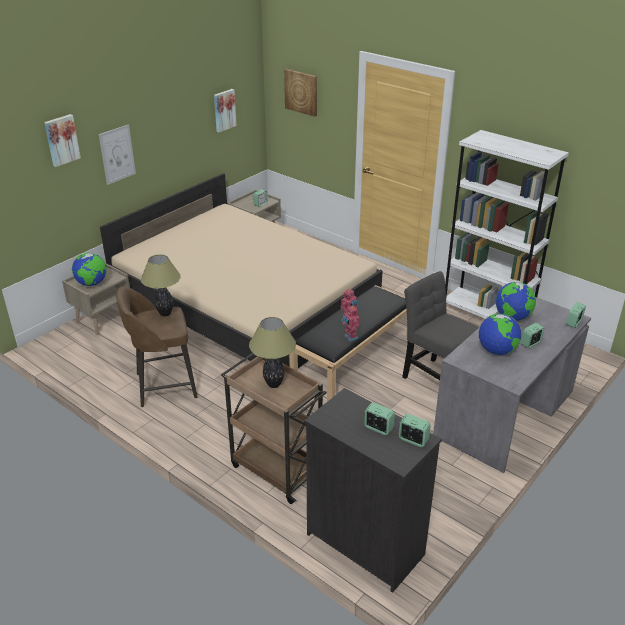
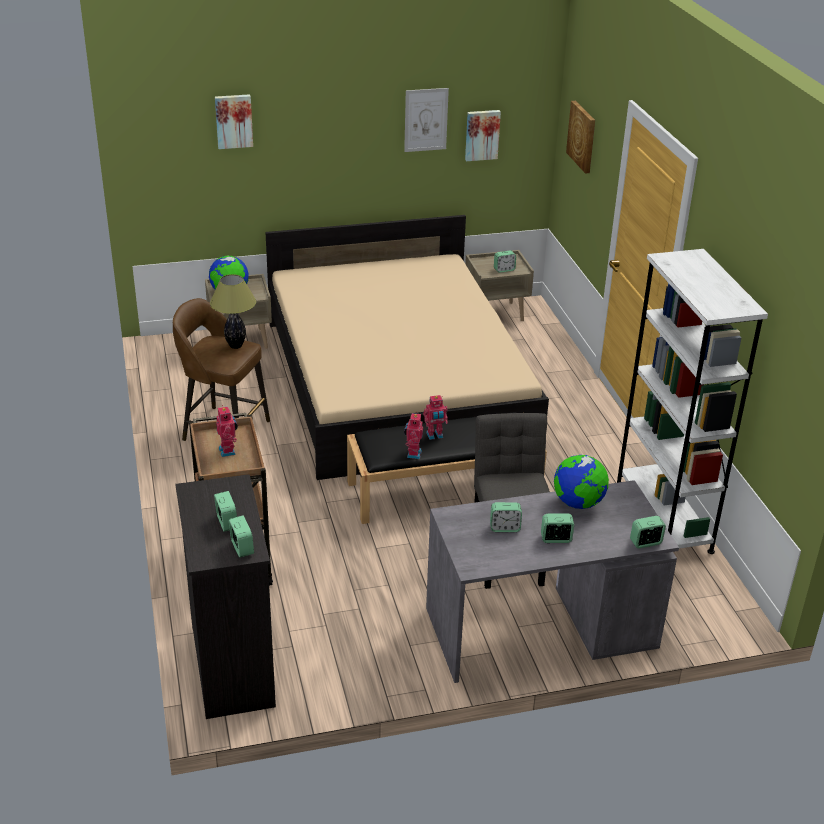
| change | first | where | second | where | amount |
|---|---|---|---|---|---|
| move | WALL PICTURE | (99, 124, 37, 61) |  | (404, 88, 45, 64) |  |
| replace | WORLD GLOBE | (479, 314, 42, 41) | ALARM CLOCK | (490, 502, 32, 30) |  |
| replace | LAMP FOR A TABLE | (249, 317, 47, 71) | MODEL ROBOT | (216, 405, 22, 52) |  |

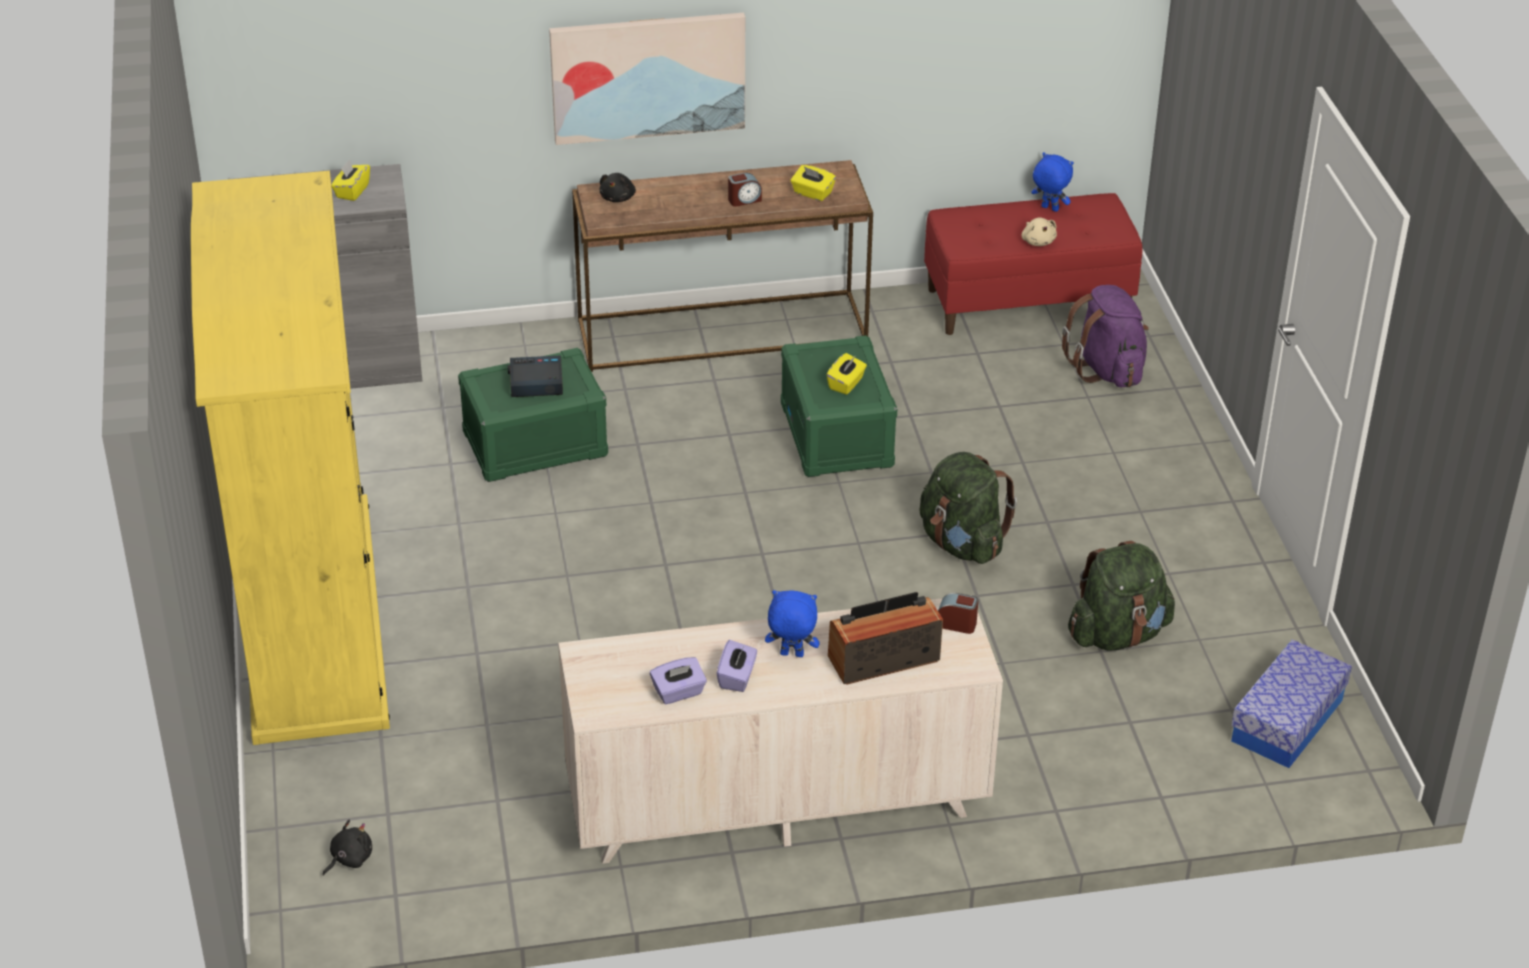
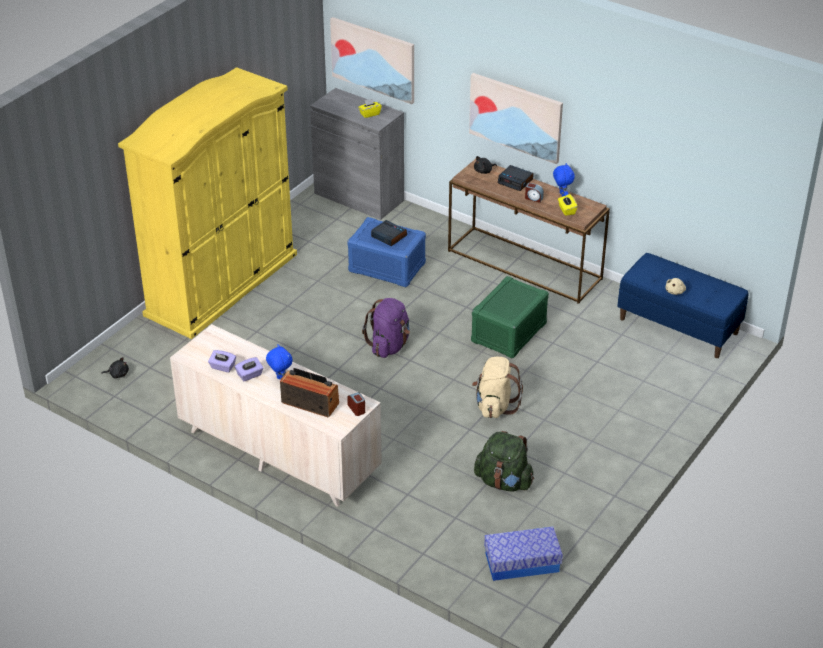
| change | first | where | second | where | amount |
|---|---|---|---|---|---|
| move | BLUE-COLOURED SOFT TOY | (1032, 152, 42, 60) |  | (553, 163, 22, 34) |  |
| recolor | RED BENCH | (924, 193, 218, 142) | BLUE-COLOURED BENCH | (617, 253, 131, 105) |  |
| move | PURPLE BACKPACK | (1062, 285, 87, 103) |  | (362, 298, 48, 60) |  |
| recolor | GREEN STORAGE BOX | (458, 348, 150, 134) | BLUE-COLOURED STORAGE BOX | (347, 217, 79, 70) |  |
| delete | YELLOWISH BOX OF TISSUES | (827, 353, 40, 42) |  |  |  |
| recolor | GREEN BACKPACK | (919, 452, 98, 112) | BEIGE BACKPACK | (472, 357, 51, 61) |  |
| insert |  |  | WALL PICTURE | (330, 17, 84, 87) |  |
| insert |  |  | ALARM CLOCK | (498, 165, 36, 26) |  |

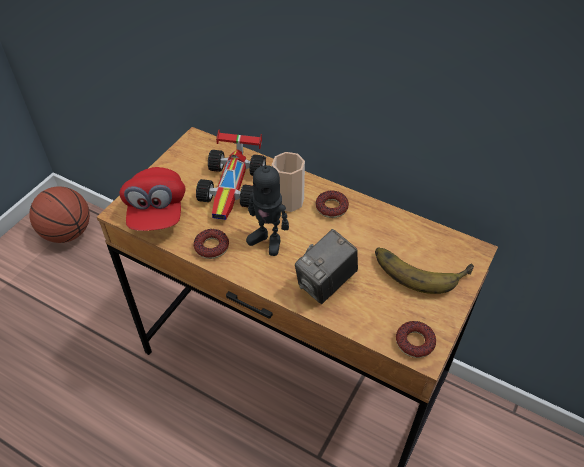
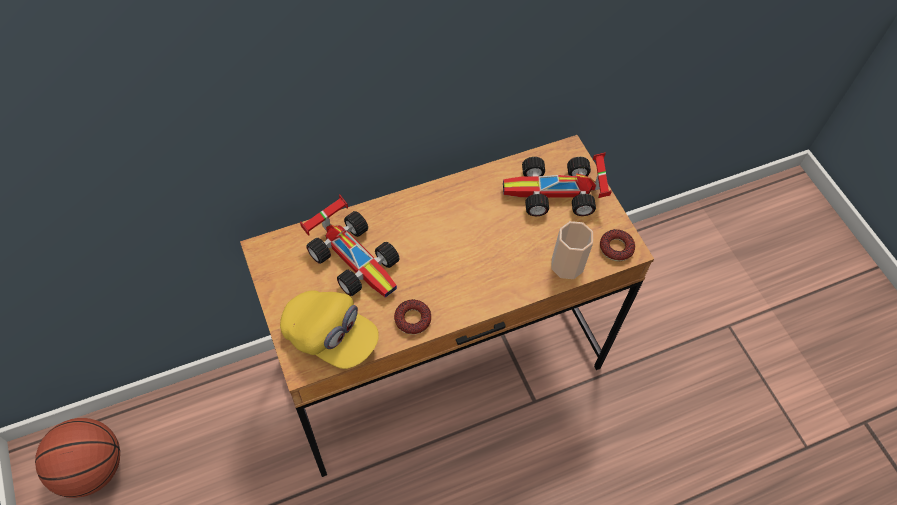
| change | first | where | second | where | amount |
|---|---|---|---|---|---|
| move | DRINKING CUP | (272, 152, 33, 60) |  | (551, 221, 42, 58) |  |
| delete | MODEL ROBOT | (246, 157, 43, 99) |  |  |  |
| recolor | RED BASEBALL CAP | (119, 167, 67, 64) | YELLOWISH BASEBALL CAP | (280, 290, 99, 79) |  |
| delete | DOUGHNUT | (315, 190, 34, 28) |  |  |  |
| delete | PHOTO CAMERA | (295, 229, 63, 75) |  |  |  |
| replace | BANANA FRUIT | (375, 247, 99, 47) | MODEL CAR | (503, 152, 109, 64) |  |

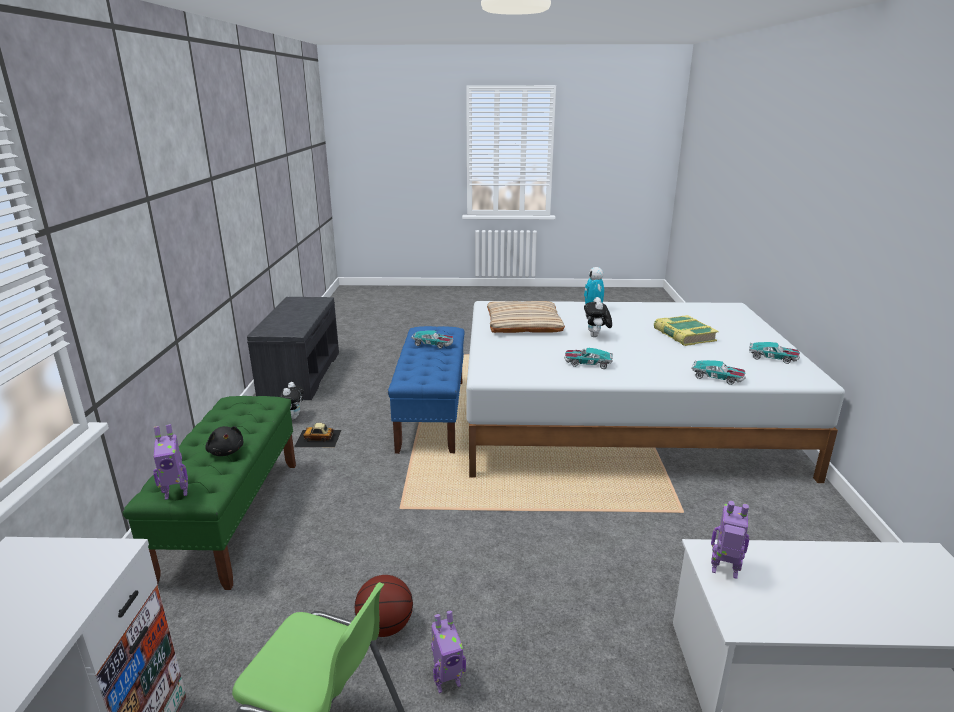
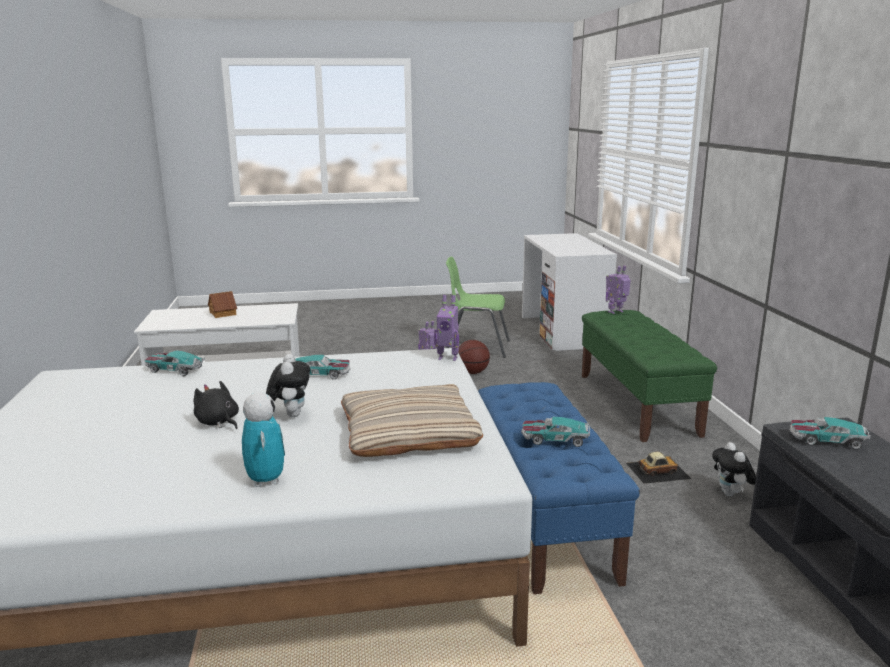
| change | first | where | second | where | amount |
|---|---|---|---|---|---|
| delete | BOOK | (654, 315, 64, 31) |  |  |  |
| move | MODEL CAR | (749, 342, 51, 22) |  | (789, 417, 82, 33) |  |
| move | BLACK-COLOURED SOFT TOY | (205, 426, 38, 30) |  | (194, 381, 45, 48) |  |
| move | MODEL ROBOT | (711, 501, 38, 78) |  | (434, 295, 25, 66) |  |
| insert |  |  | TOY HOUSE | (208, 291, 29, 27) |  |

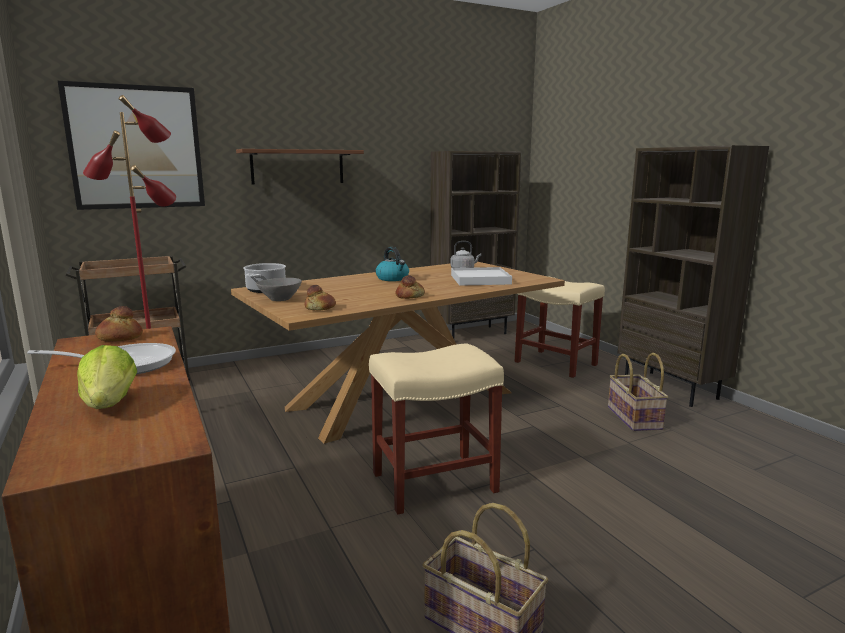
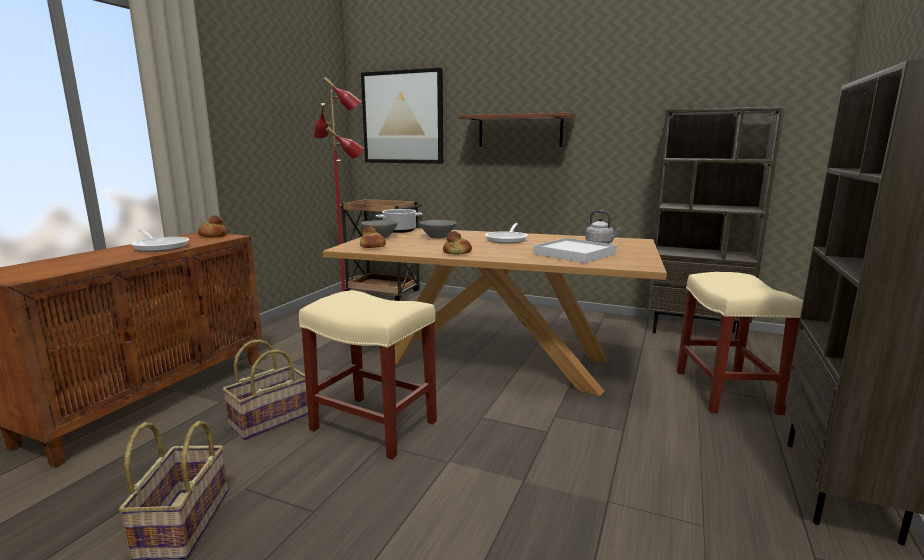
| change | first | where | second | where | amount |
|---|---|---|---|---|---|
| replace | WATER KETTLE | (376, 247, 33, 34) | SKILLET | (485, 223, 43, 21) |  |
| delete | HEAD OF LETTUCE | (77, 345, 60, 64) |  |  |  |
| move | HOUSEHOLD BASKET | (608, 353, 60, 78) |  | (222, 339, 86, 101) |  |
| insert |  |  | GRAY DEEP DISH | (419, 220, 38, 18) |  |

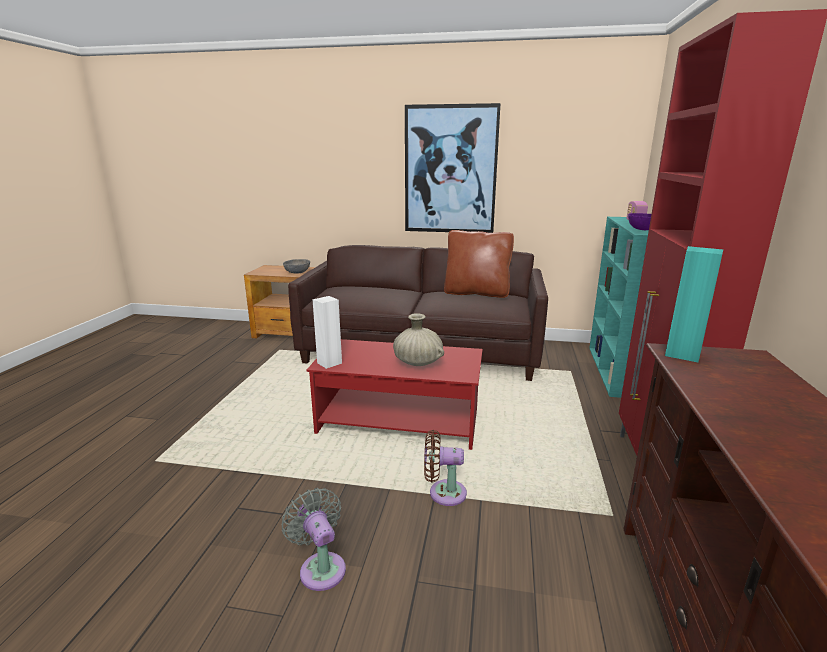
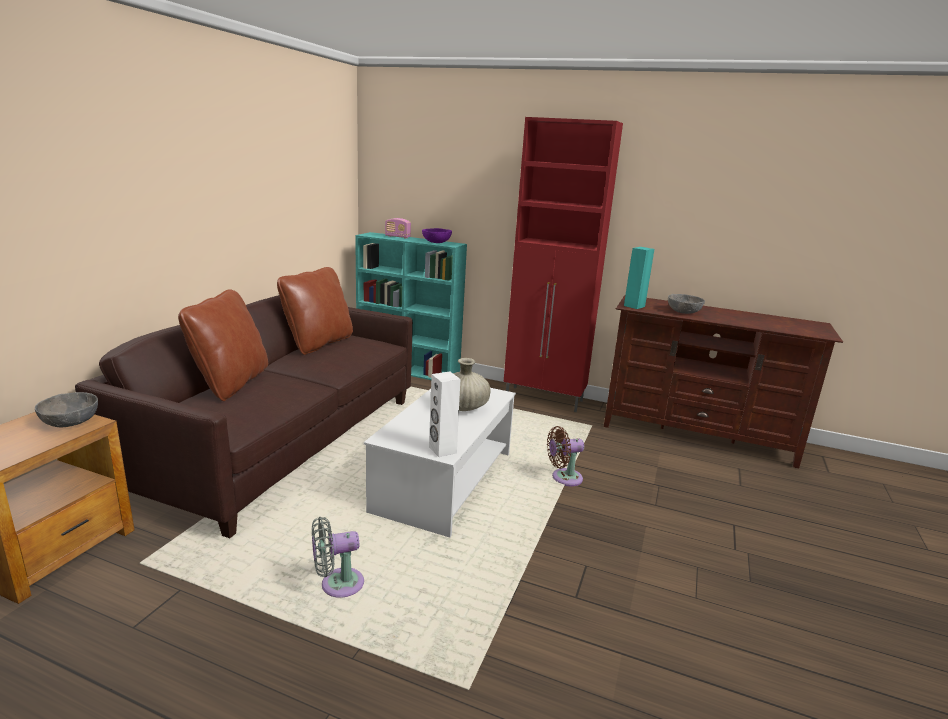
| change | first | where | second | where | amount |
|---|---|---|---|---|---|
| delete | WALL PICTURE | (405, 103, 96, 130) |  |  |  |
| recolor | RED COFFEE TABLE | (306, 339, 177, 111) | WHITE-COLOURED COFFEE TABLE | (364, 388, 152, 150) |  |
| rotate | BROWN COOLING FAN | (424, 430, 43, 76) |  | (547, 426, 37, 60) | 60 degrees clockwise |
| move | GRAY COOLING FAN | (282, 488, 64, 103) |  | (312, 517, 52, 81) |  |
| insert |  |  | BROWN CUSHION | (178, 289, 90, 112) |  |
| insert |  |  | GRAY DEEP DISH | (668, 294, 37, 20) |  |

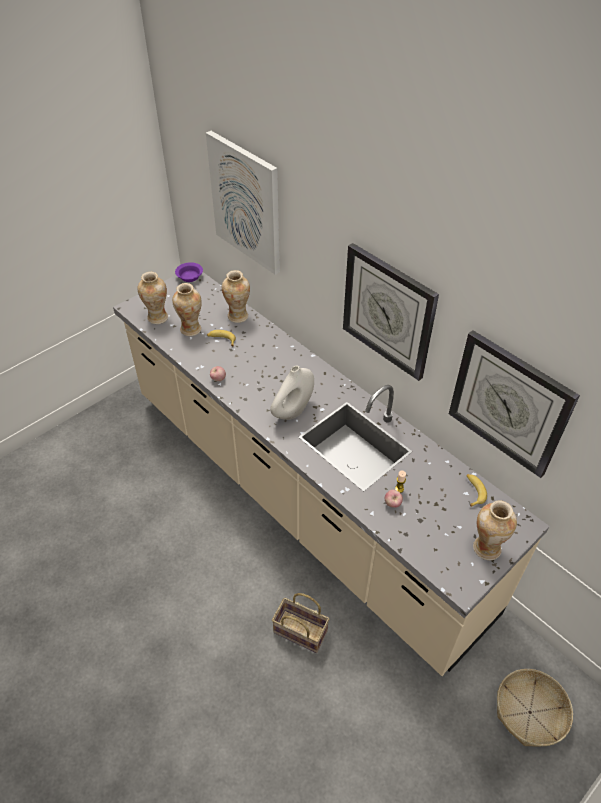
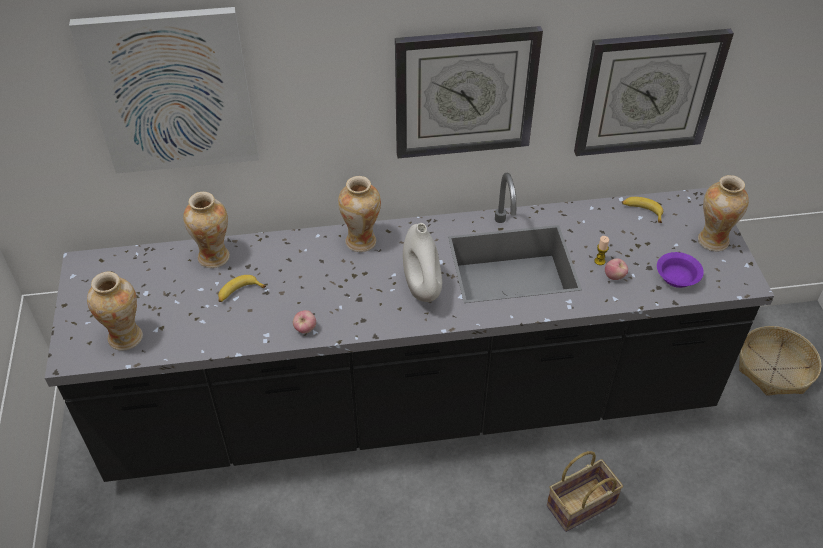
| change | first | where | second | where | amount |
|---|---|---|---|---|---|
| move | PURPLE DEEP DISH | (175, 262, 28, 20) |  | (657, 252, 47, 36) |  |
| recolor | BEIGE KITCHEN COUNTER | (113, 272, 437, 404) | BLACK-COLOURED KITCHEN COUNTER | (45, 173, 729, 309) |  |
| move | DECORATIVE VASE | (172, 283, 30, 53) |  | (338, 176, 43, 76) |  |

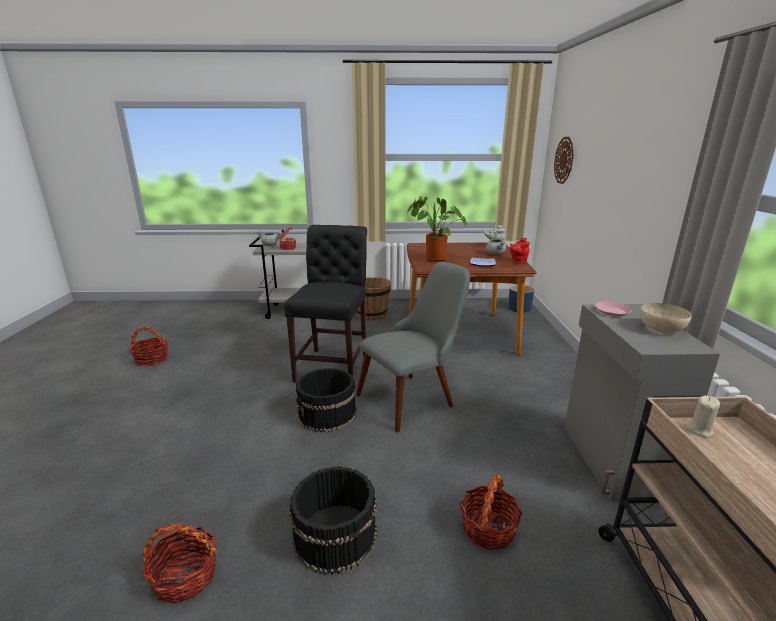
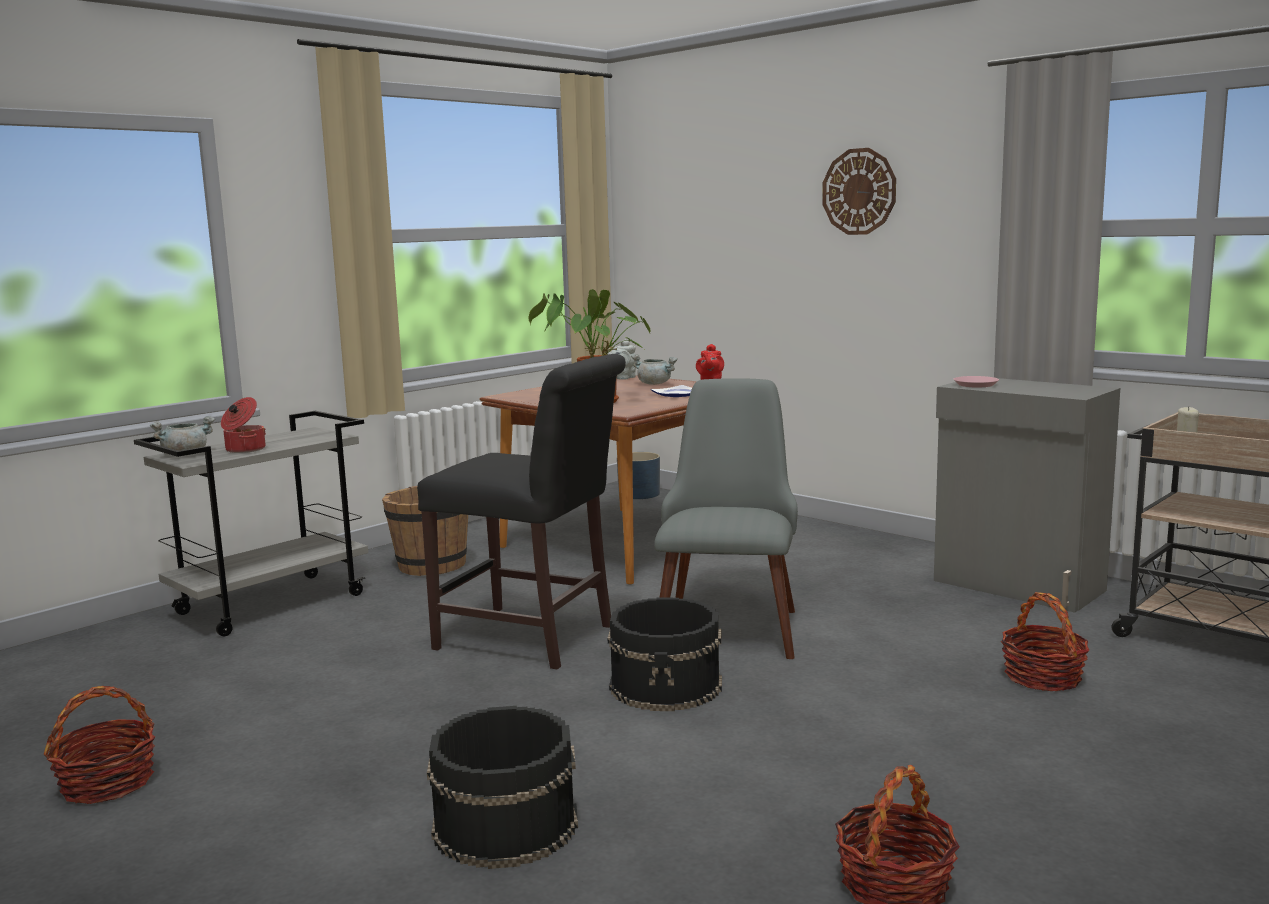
| change | first | where | second | where | amount |
|---|---|---|---|---|---|
| move | CLOCK ON THE WALL | (554, 137, 20, 47) |  | (822, 148, 74, 87) |  |
| rotate | BLACK-COLOURED UPRIGHT CHAIR | (284, 225, 83, 158) |  | (417, 354, 209, 316) | 150 degrees clockwise |
| delete | BEIGE DEEP DISH | (640, 303, 52, 30) |  |  |  |
| move | BLACK-COLOURED PAIL | (289, 466, 88, 109) |  | (427, 706, 151, 163) |  |

